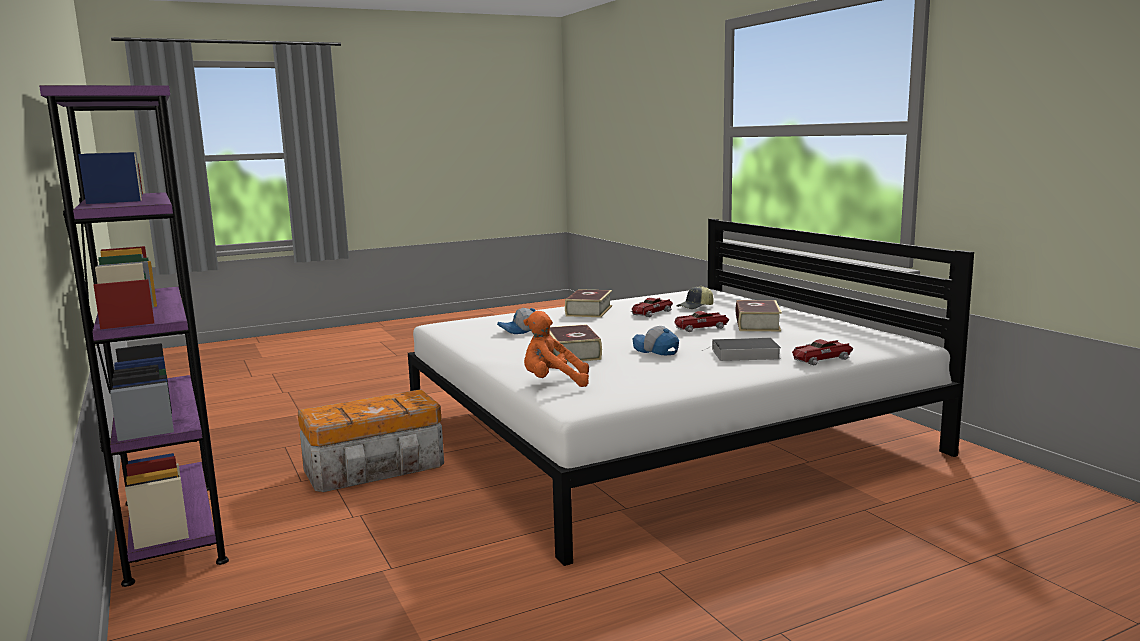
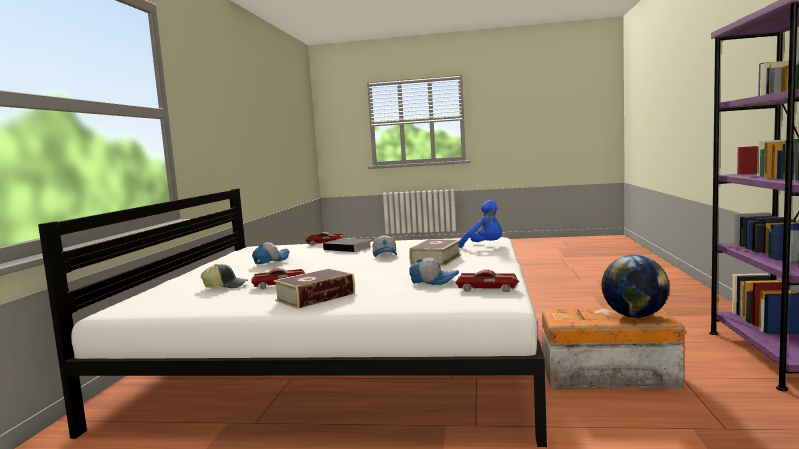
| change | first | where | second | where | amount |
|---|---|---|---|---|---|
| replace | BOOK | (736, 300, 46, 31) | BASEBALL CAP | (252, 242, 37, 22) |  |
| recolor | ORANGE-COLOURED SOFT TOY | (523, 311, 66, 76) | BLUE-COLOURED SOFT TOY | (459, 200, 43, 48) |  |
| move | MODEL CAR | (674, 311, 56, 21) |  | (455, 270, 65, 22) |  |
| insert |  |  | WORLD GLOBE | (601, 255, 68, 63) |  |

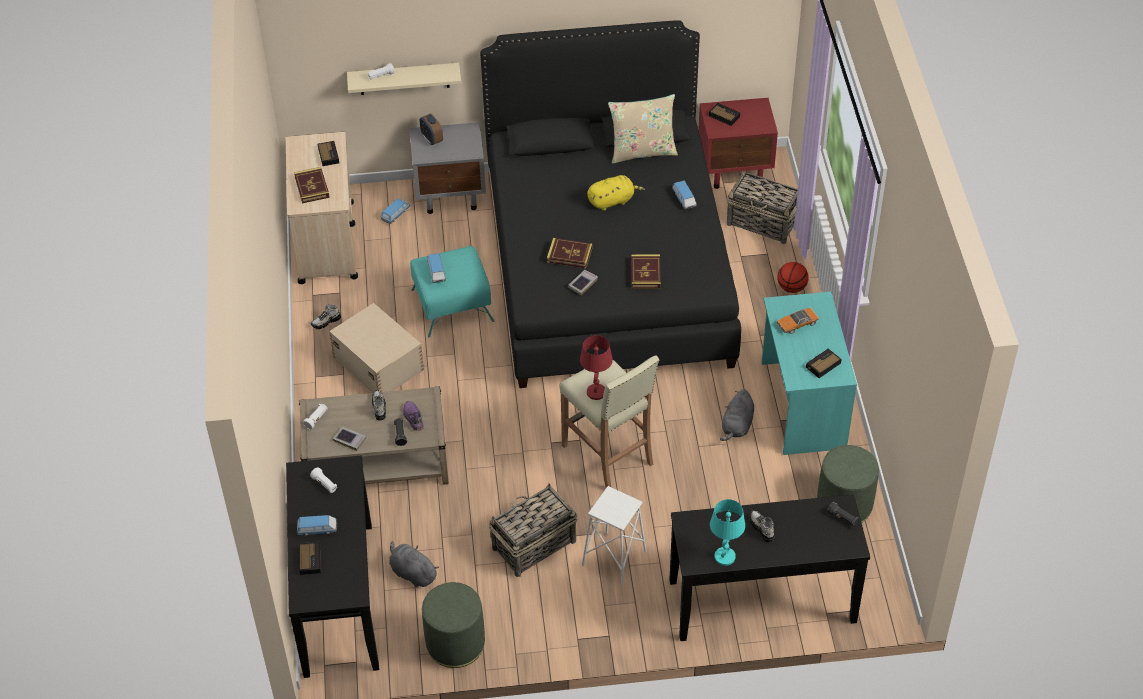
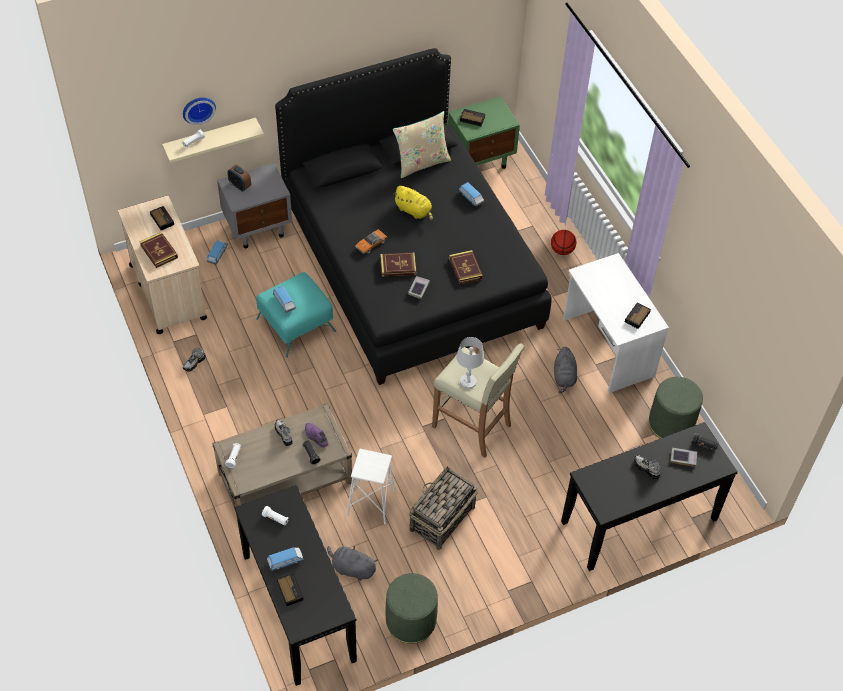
| change | first | where | second | where | amount |
|---|---|---|---|---|---|
| recolor | RED NIGHTSTAND | (698, 98, 80, 91) | GREEN NIGHTSTAND | (448, 97, 72, 72) |  |
| delete | HOUSEHOLD BASKET | (727, 172, 71, 72) |  |  |  |
| rotate | YELLOWISH SOFT TOY | (587, 175, 58, 36) |  | (393, 186, 40, 35) | 75 degrees clockwise |
| recolor | TURQUOISE-COLOURED DESK | (762, 292, 95, 163) | WHITE-COLOURED DESK | (563, 253, 106, 140) |  |
| delete | BEIGE STORAGE BOX | (329, 303, 95, 90) |  |  |  |
| move | MODEL CAR | (777, 307, 42, 27) |  | (355, 229, 32, 25) |  |
| recolor | RED LAMP FOR A TABLE | (580, 335, 33, 65) | WHITE-COLOURED LAMP FOR A TABLE | (456, 337, 28, 52) |  |
| move | BOOK | (333, 426, 33, 25) |  | (670, 448, 27, 19) |  |
| move | WHITE-COLOURED STOOL SEAT | (582, 486, 65, 99) |  | (347, 449, 48, 75) |  |
| delete | TURQUOISE-COLOURED LAMP FOR A TABLE | (710, 499, 35, 67) |  |  |  |
| insert |  |  | CLOCK ON THE WALL | (183, 97, 33, 28) |  |

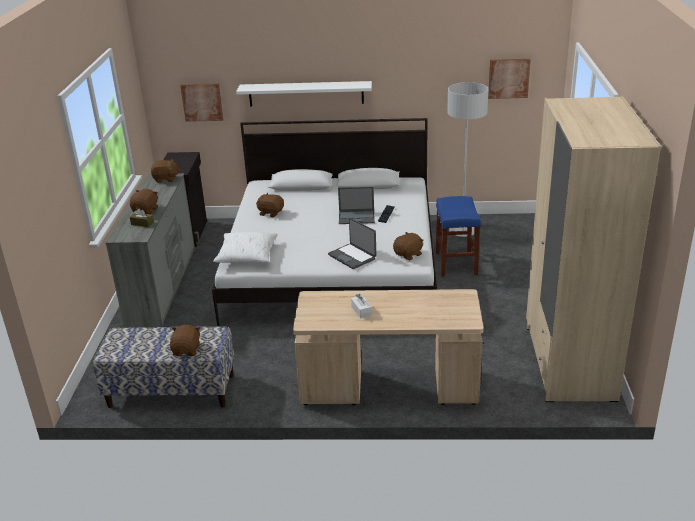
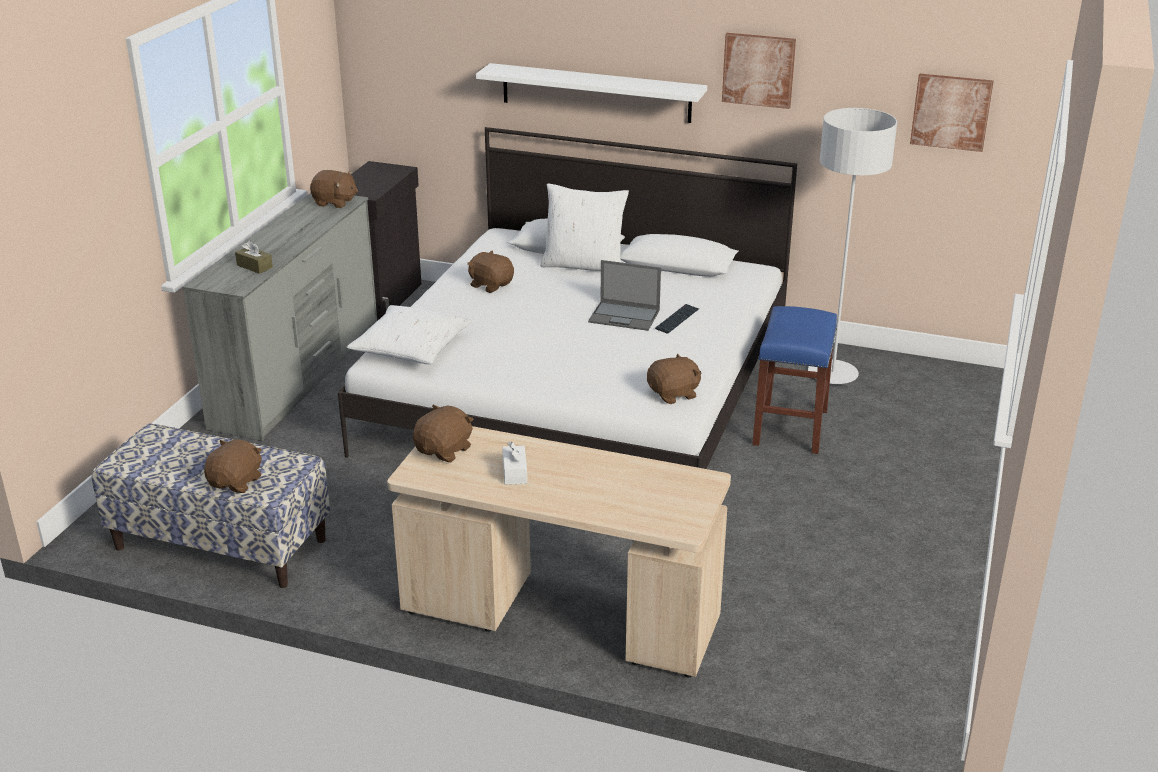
| change | first | where | second | where | amount |
|---|---|---|---|---|---|
| move | WALL PICTURE | (180, 83, 43, 39) |  | (722, 33, 74, 76) |  |
| delete | BEIGE CLOTHES CUPBOARD | (526, 96, 135, 306) |  |  |  |
| move | BROWN SOFT TOY | (130, 189, 28, 25) |  | (413, 405, 61, 57) |  |
| delete | LAPTOP | (328, 218, 48, 51) |  |  |  |
| insert |  |  | WHITE-COLOURED CUSHION | (540, 183, 89, 88) |  |

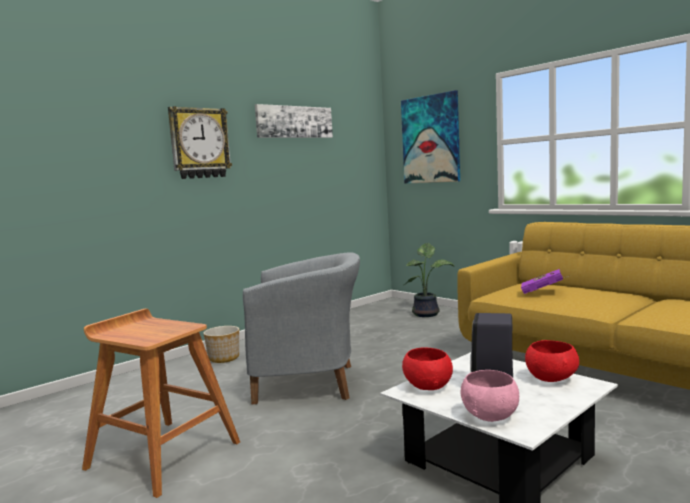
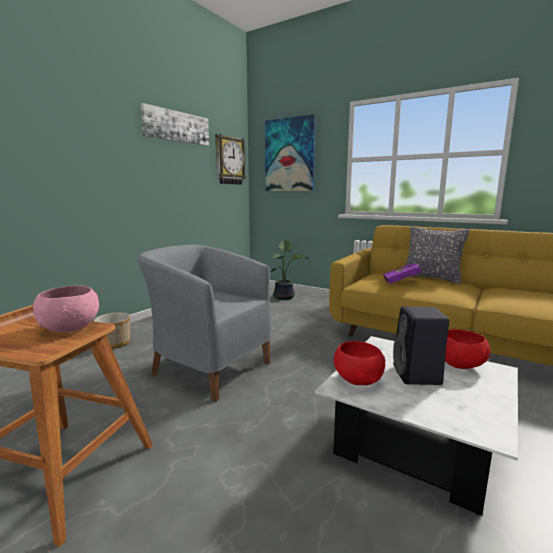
| change | first | where | second | where | amount |
|---|---|---|---|---|---|
| move | CLOCK ON THE WALL | (168, 106, 64, 73) |  | (215, 134, 31, 51) |  |
| rotate | GRAY LOUNGE CHAIR | (243, 252, 117, 152) |  | (138, 245, 134, 156) | 135 degrees counterclockwise |
| move | PINK-COLOURED DEEP DISH | (461, 370, 58, 52) |  | (33, 285, 66, 48) |  |
| insert |  |  | GRAY CUSHION | (405, 227, 64, 57) |  |

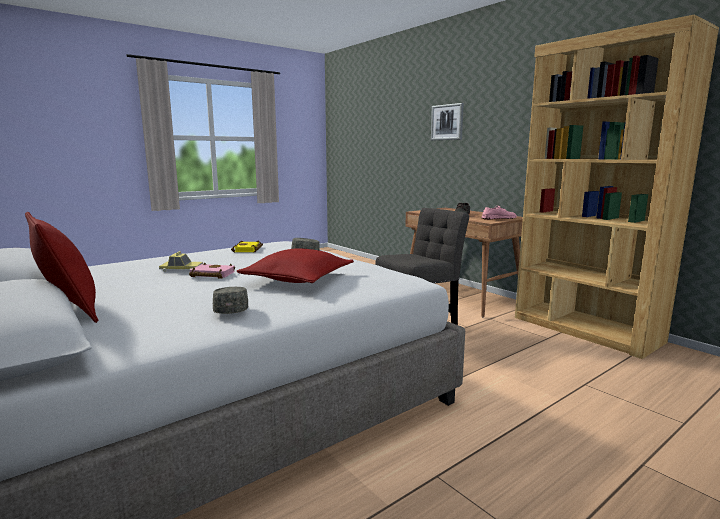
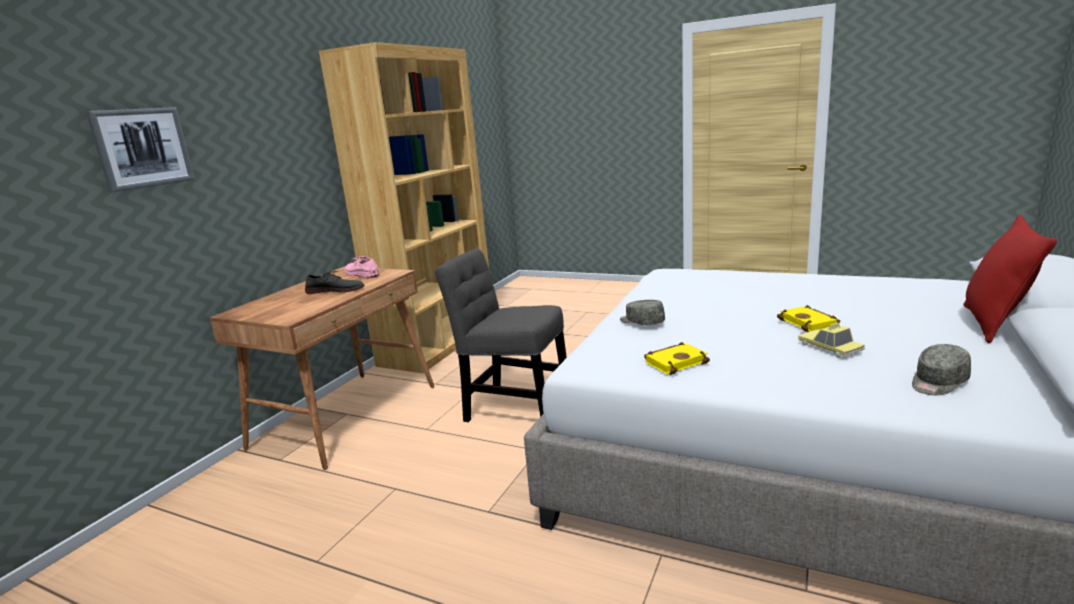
| change | first | where | second | where | amount |
|---|---|---|---|---|---|
| delete | RED CUSHION | (237, 248, 117, 35) |  |  |  |
| recolor | PINK-COLOURED BOOK | (189, 263, 46, 16) | YELLOWISH BOOK | (777, 305, 63, 27) |  |
| move | GRAY BASEBALL CAP | (213, 287, 35, 27) |  | (912, 344, 59, 51) |  |

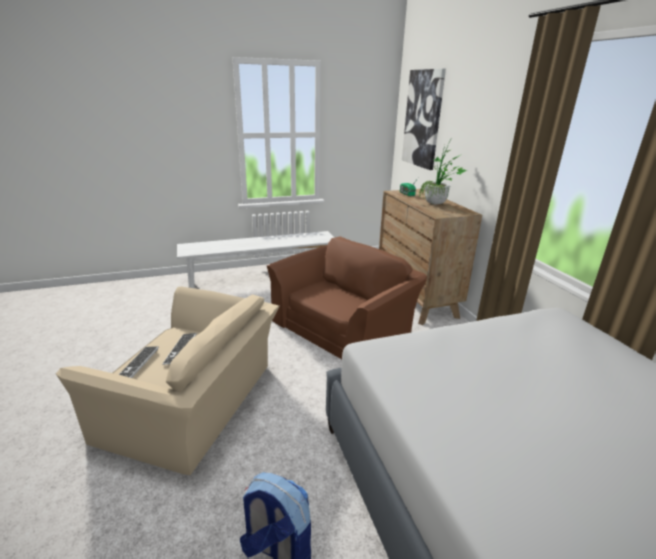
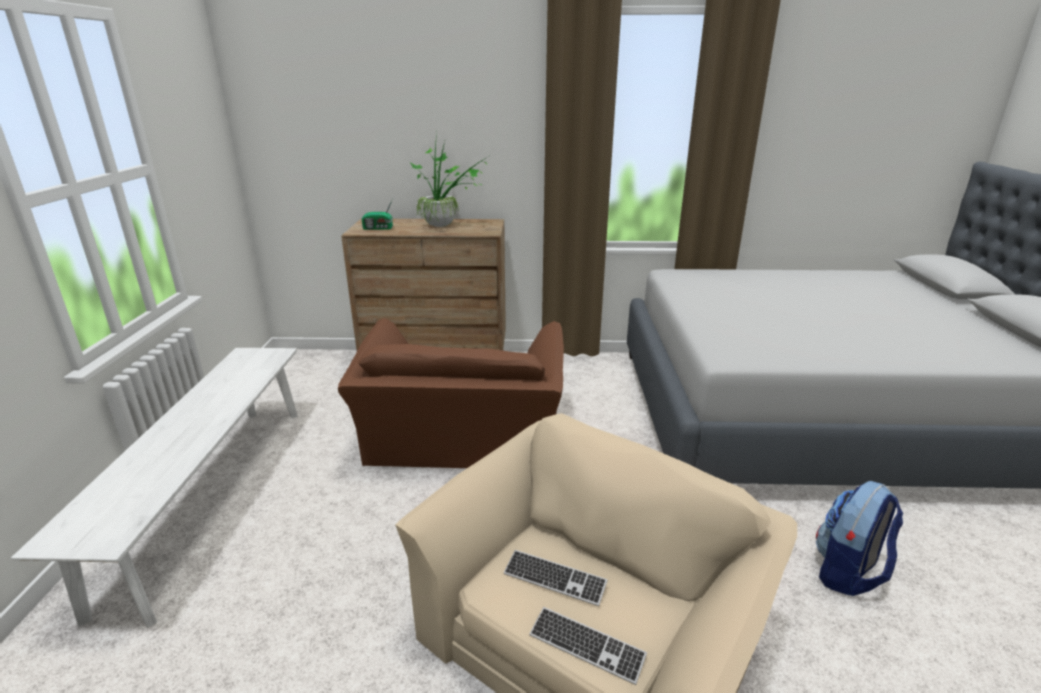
| change | first | where | second | where | amount |
|---|---|---|---|---|---|
| delete | WALL PICTURE | (402, 68, 44, 102) |  |  |  |
| rotate | BROWN LOUNGE CHAIR | (267, 236, 160, 123) |  | (338, 318, 226, 150) | 150 degrees counterclockwise |

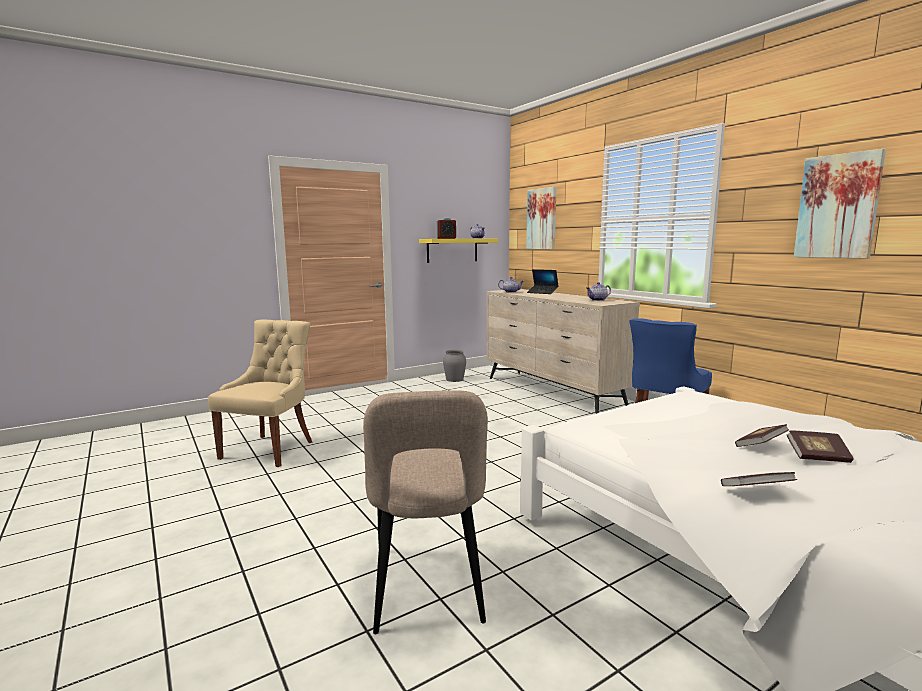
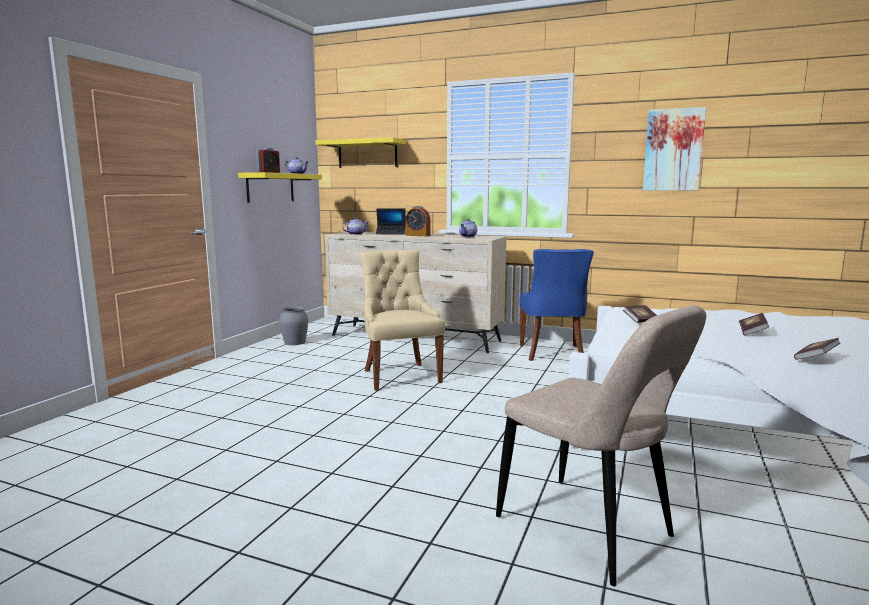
| change | first | where | second | where | amount |
|---|---|---|---|---|---|
| replace | WALL PICTURE | (526, 187, 31, 62) | YELLOWISH WALL SHELF | (315, 137, 91, 31) |  |
| move | BEIGE UPRIGHT CHAIR | (208, 320, 105, 147) |  | (359, 250, 86, 141) |  |
| move | BOOK | (787, 430, 67, 33) |  | (623, 305, 34, 18) |  |
| insert |  |  | ALARM CLOCK | (405, 206, 25, 30) |  |

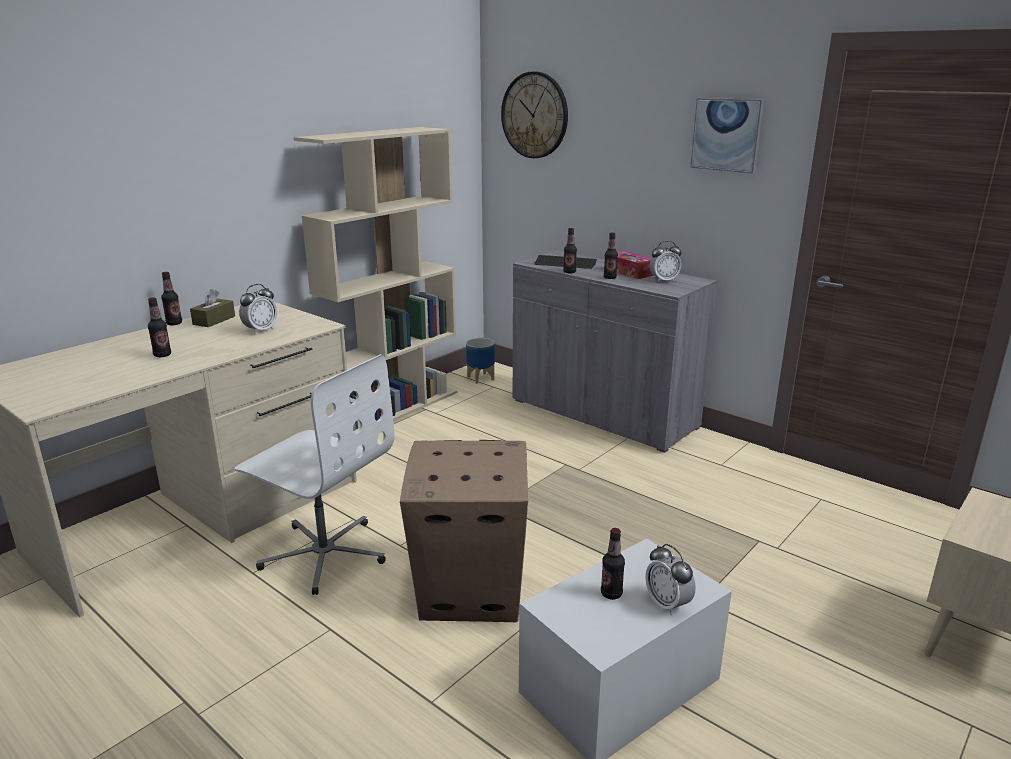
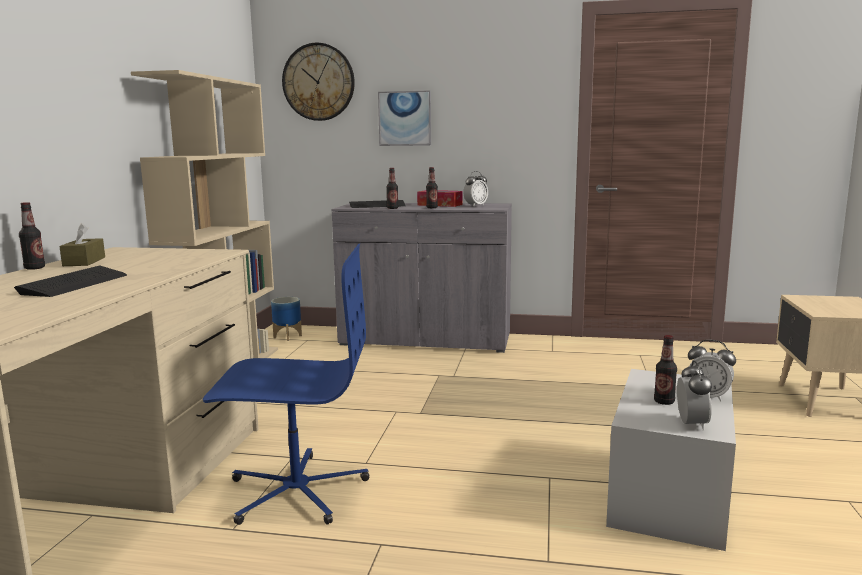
| change | first | where | second | where | amount |
|---|---|---|---|---|---|
| move | WALL PICTURE | (690, 98, 74, 75) |  | (378, 90, 53, 56) |  |
| move | ALARM CLOCK | (239, 284, 38, 50) |  | (677, 361, 35, 70) |  |
| replace | BOTTLE | (148, 298, 23, 59) | KEYBOARD | (14, 265, 113, 32) |  |
| recolor | WHITE-COLOURED DESK CHAIR | (235, 354, 159, 241) | BLUE-COLOURED DESK CHAIR | (203, 244, 166, 281) |  |
| delete | CARDBOARD BOX | (400, 440, 128, 182) |  |  |  |

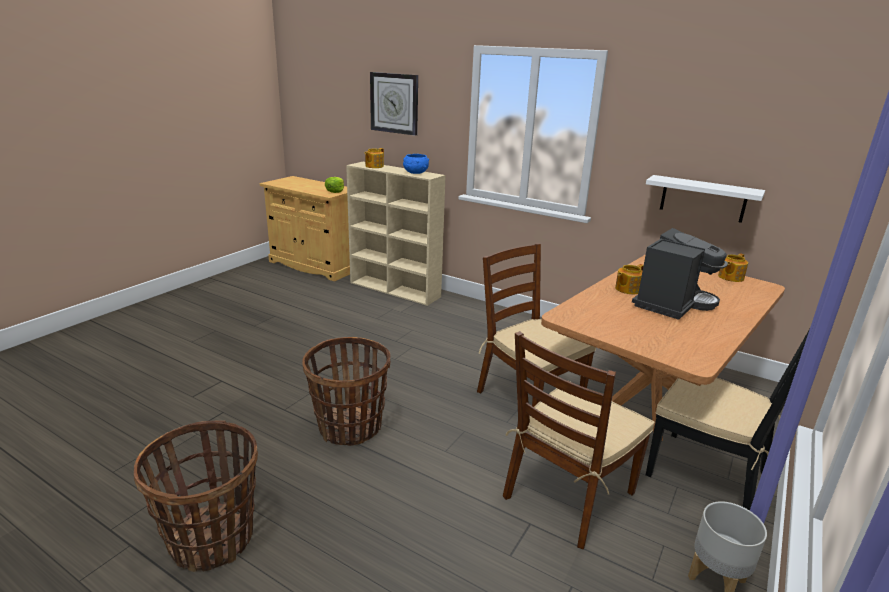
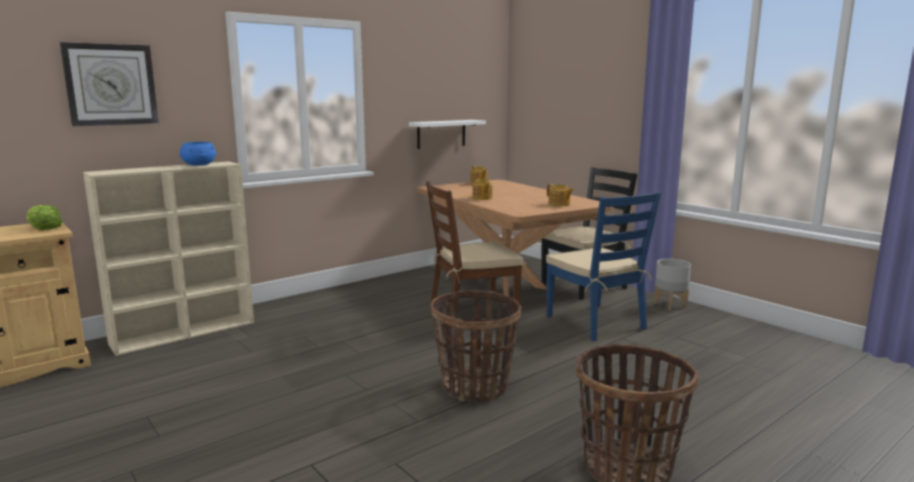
| change | first | where | second | where | amount |
|---|---|---|---|---|---|
| move | TEA POT | (364, 148, 20, 20) |  | (547, 184, 27, 23) |  |
| delete | COFFEE MAKER | (632, 228, 96, 92) |  |  |  |
| recolor | BROWN UPRIGHT CHAIR | (503, 331, 152, 219) | BLUE-COLOURED UPRIGHT CHAIR | (546, 191, 115, 150) |  |

